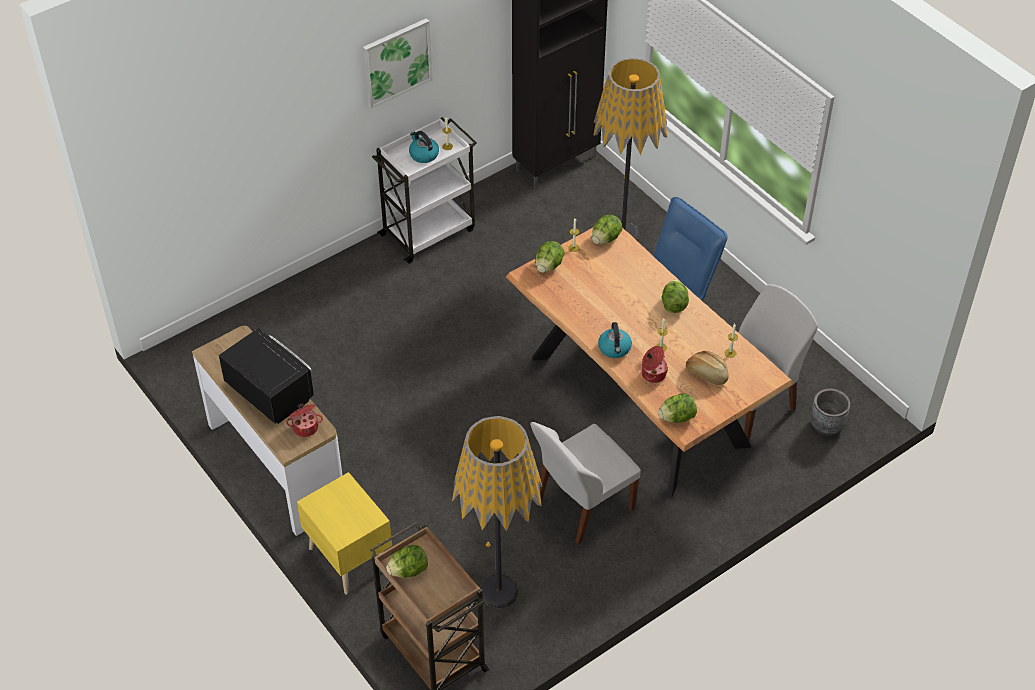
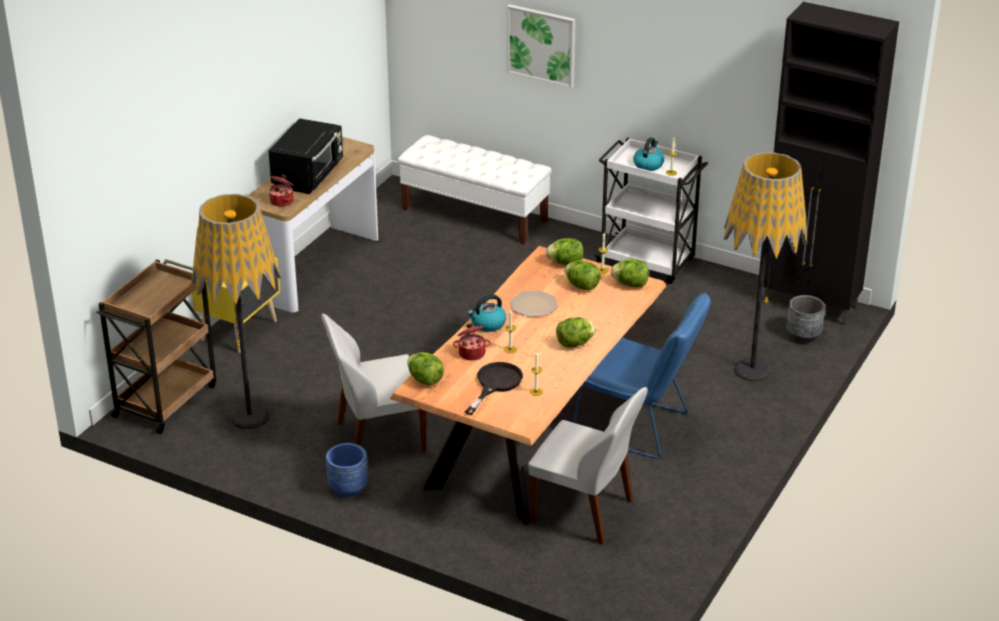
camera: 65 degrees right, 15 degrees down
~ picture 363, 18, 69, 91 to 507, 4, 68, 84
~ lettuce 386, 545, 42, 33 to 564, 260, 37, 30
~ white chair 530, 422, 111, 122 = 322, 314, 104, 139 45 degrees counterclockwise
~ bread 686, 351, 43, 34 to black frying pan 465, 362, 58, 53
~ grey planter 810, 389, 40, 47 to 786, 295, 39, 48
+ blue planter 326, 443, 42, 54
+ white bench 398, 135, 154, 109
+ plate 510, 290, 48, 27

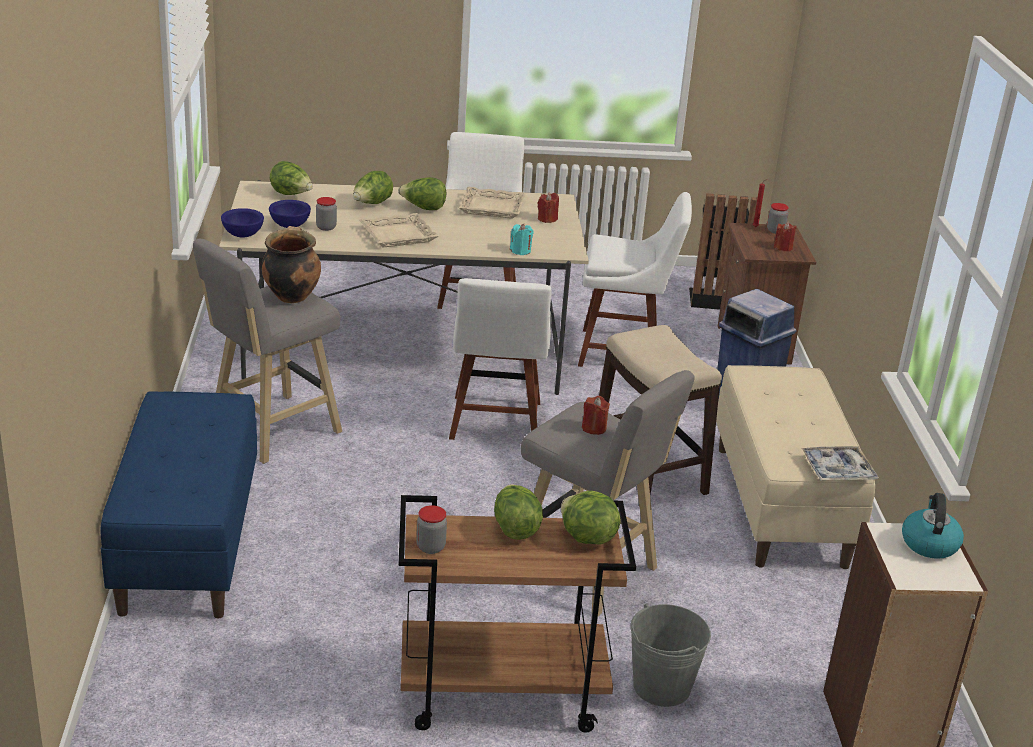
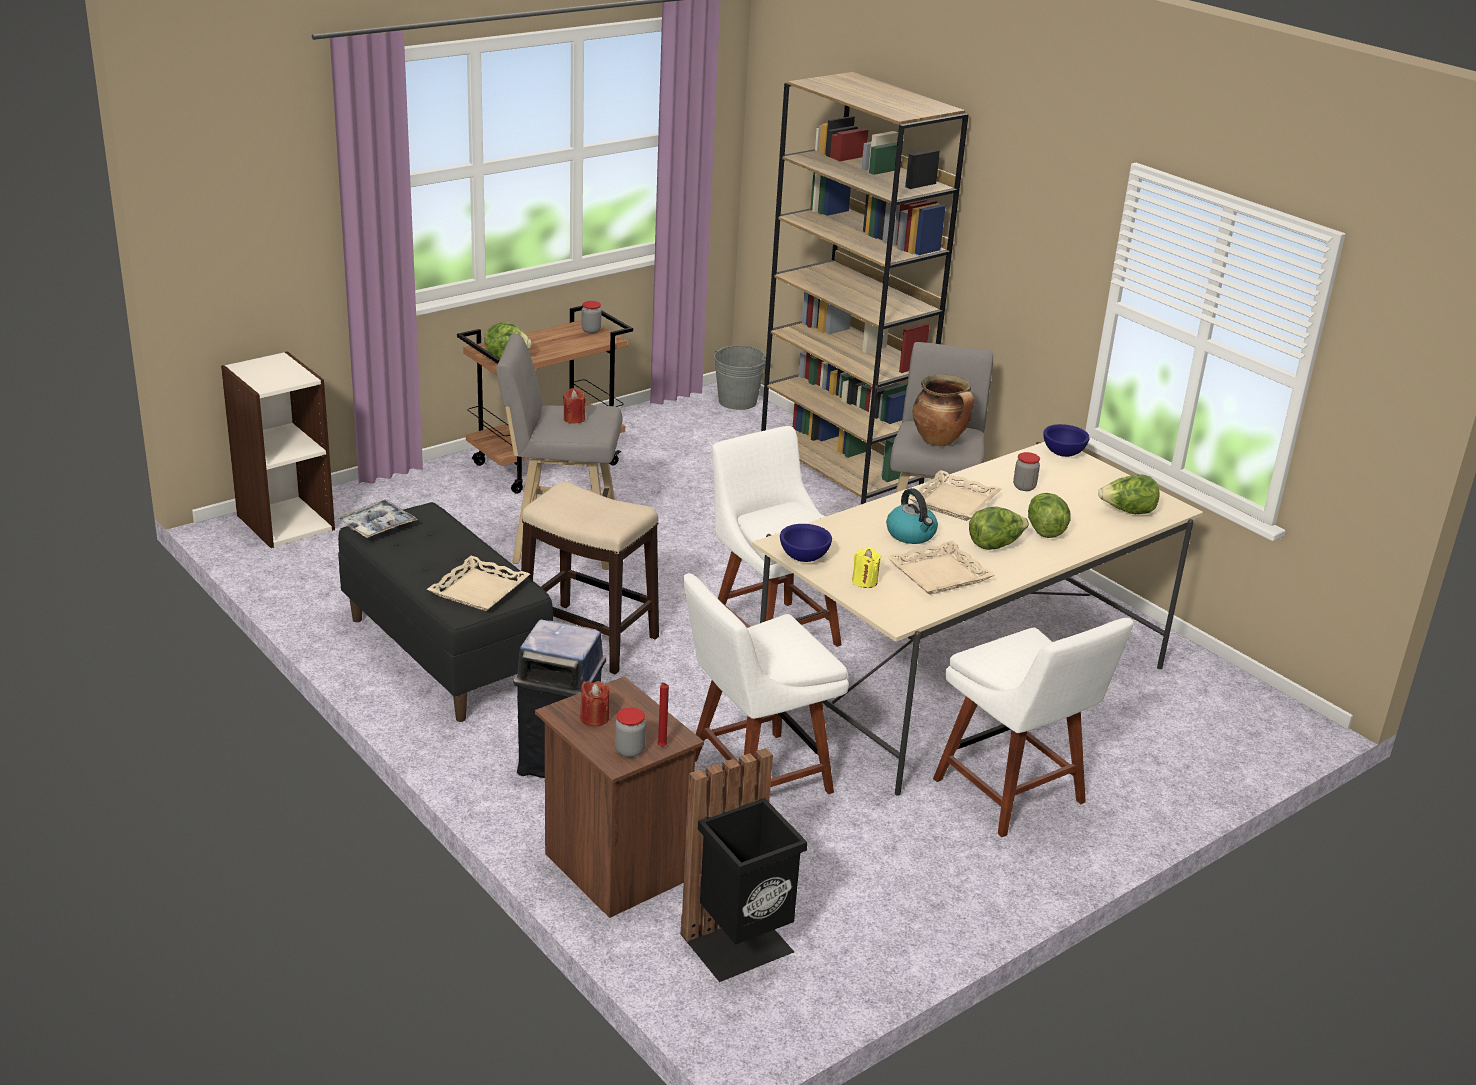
camera: 145 degrees right, 0 degrees up
~ blue bench 100, 391, 157, 227 to brown bookcase 761, 72, 208, 432
~ blue bowl 269, 200, 42, 28 to 780, 524, 52, 38
- lettuce 494, 484, 49, 56
- turquoise candle 510, 224, 23, 31
~ red candle 537, 192, 22, 31 to yellow candle 852, 547, 29, 41
~ grey bucket 630, 603, 81, 104 to 714, 345, 52, 65
~ beige bench 716, 365, 159, 204 to black bench 338, 502, 215, 220
~ kettle 902, 493, 62, 66 to 886, 488, 52, 56
+ beige tray 427, 556, 103, 55

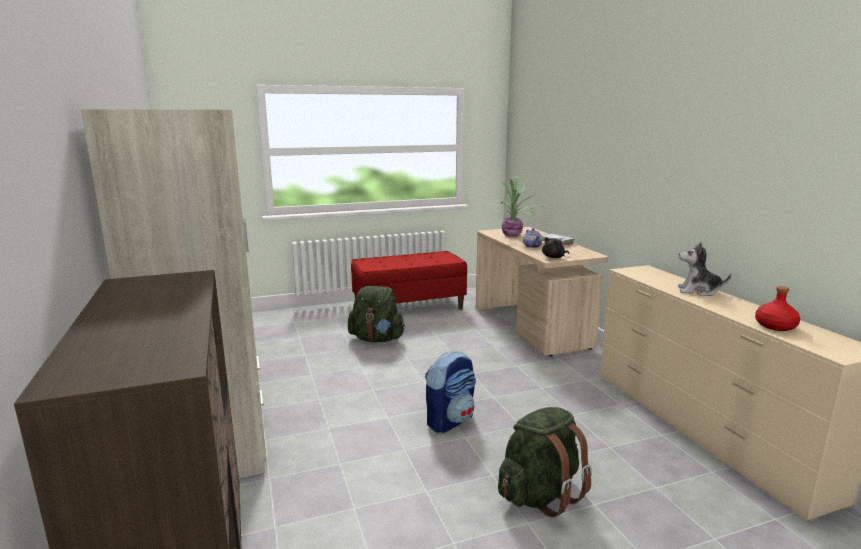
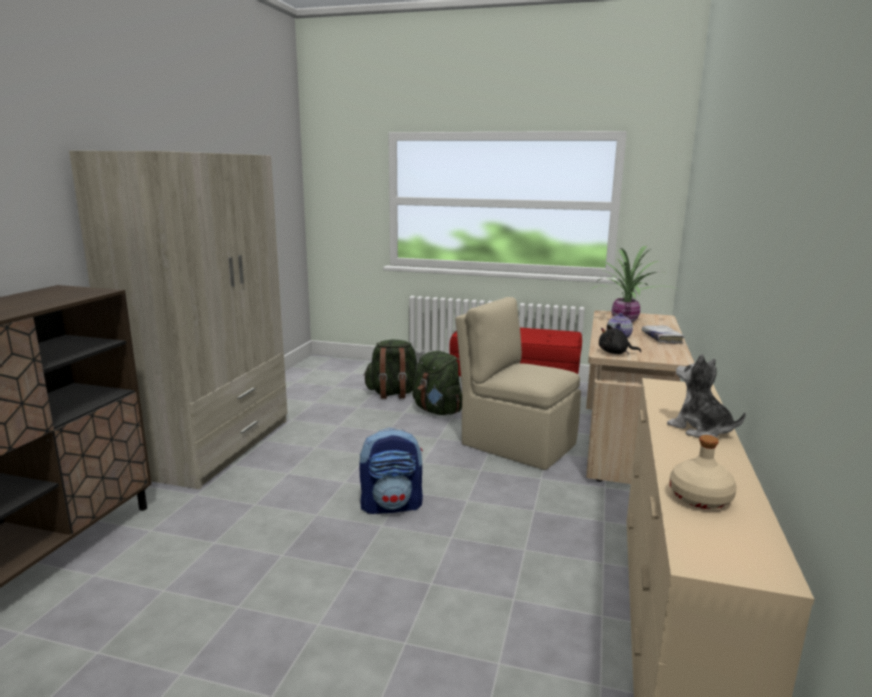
camera: 35 degrees right, 0 degrees up
~ green backpack 498, 407, 94, 111 to 363, 340, 56, 59
~ red bottle 755, 286, 45, 45 to beige bottle 669, 435, 68, 74
+ beige chair 455, 297, 126, 173

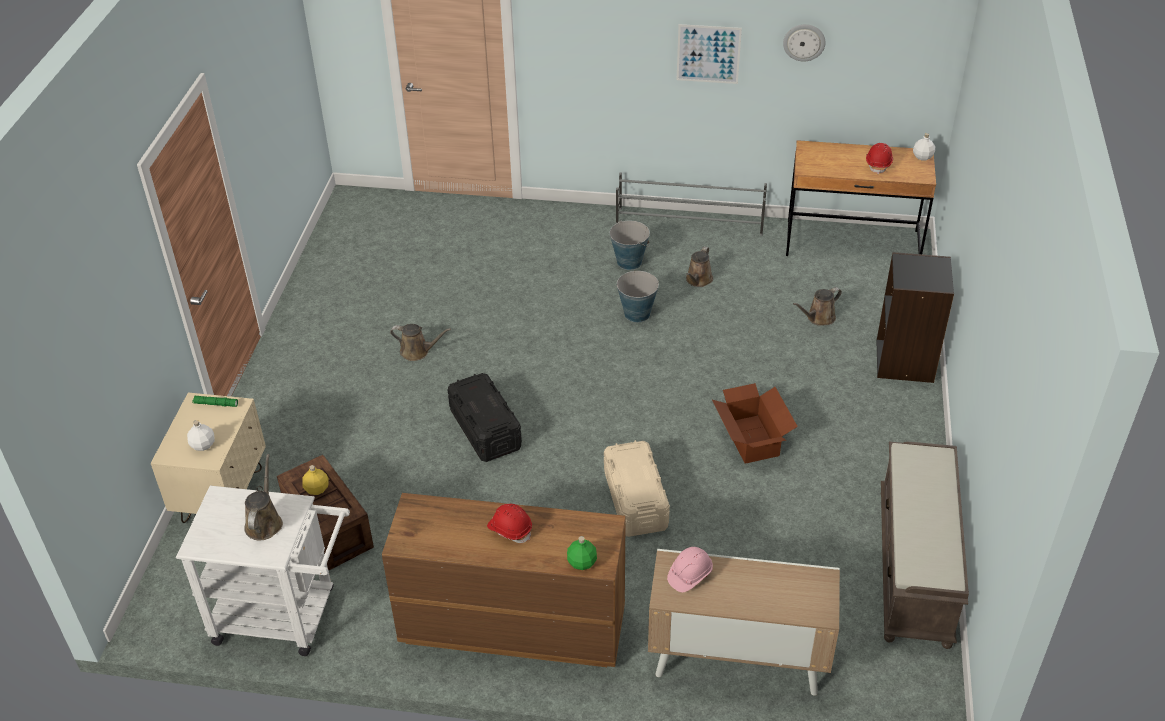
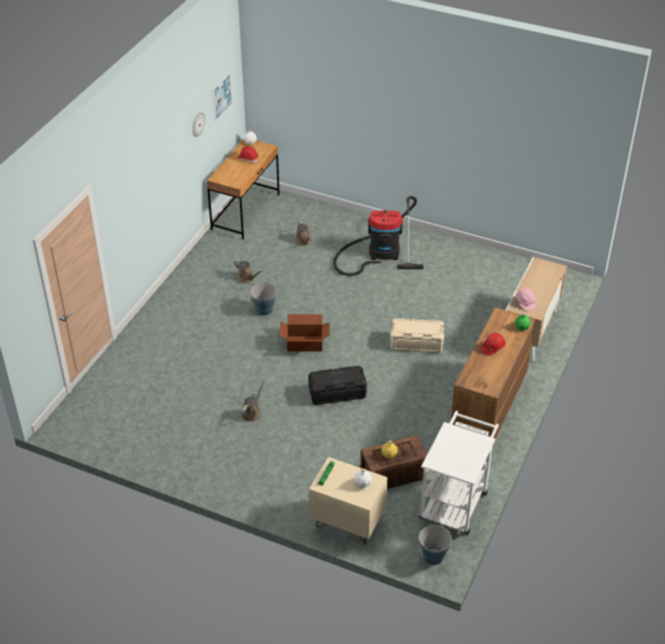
camera: 75 degrees left, 0 degrees up
- brown watering can 244, 454, 39, 87
~ bucket 610, 221, 40, 49 to 419, 525, 33, 40
- grey shoe rack 616, 173, 151, 63
~ picture 677, 24, 65, 60 to 212, 71, 21, 51
~ cardboard box 712, 383, 86, 81 to 279, 314, 51, 37
- black bookcase 877, 252, 77, 131
- brown bench 881, 442, 88, 207
+ vacuum cleaner 333, 196, 91, 80

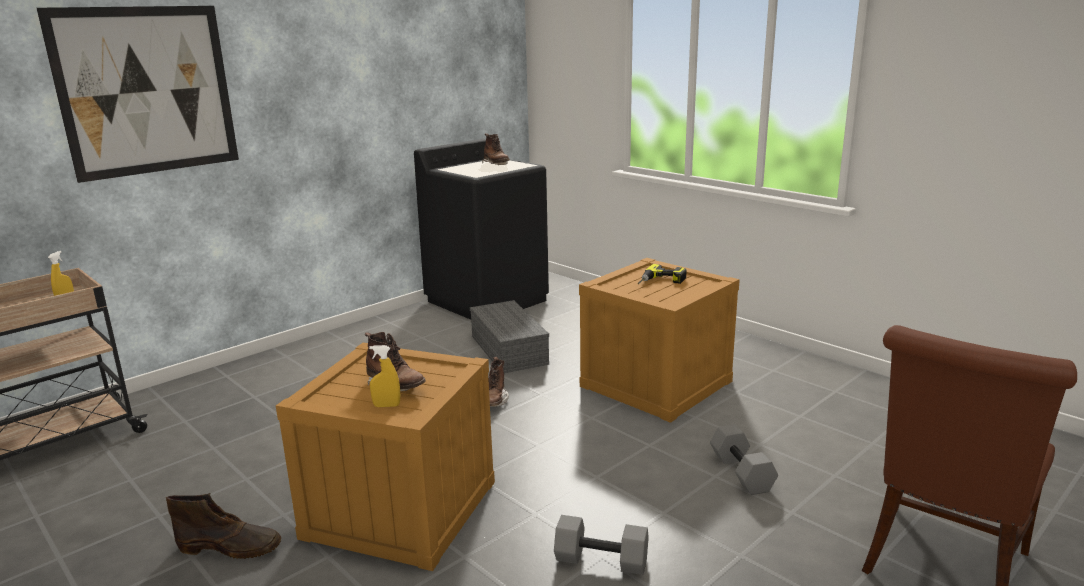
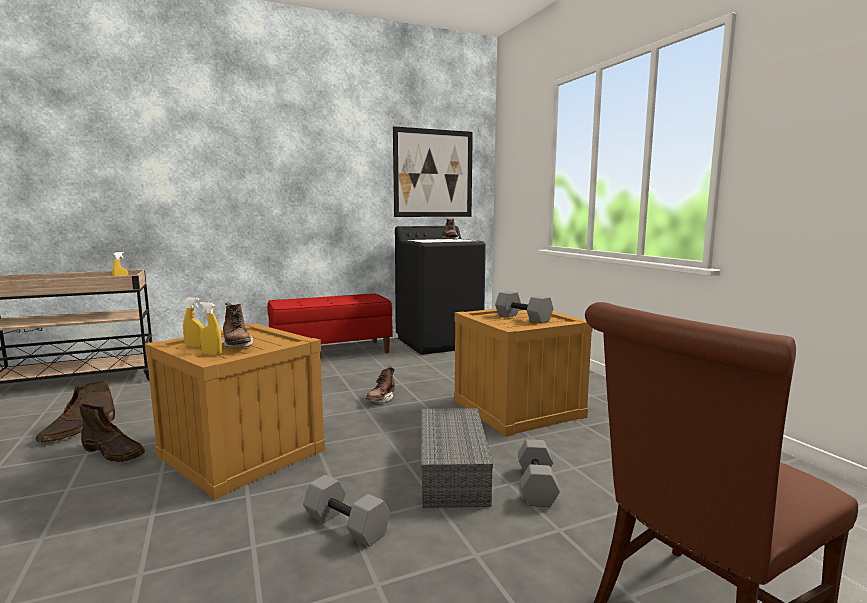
camera: 20 degrees right, 10 degrees down
~ picture 37, 6, 202, 177 to 393, 126, 80, 91
~ grey storage box 470, 300, 79, 73 to 421, 408, 72, 100
~ power drill 637, 264, 49, 20 to grey dumbbell 495, 291, 58, 32
+ brown boot 36, 380, 79, 62
+ yellow spray bottle 183, 297, 21, 50
+ red bench 267, 293, 125, 60

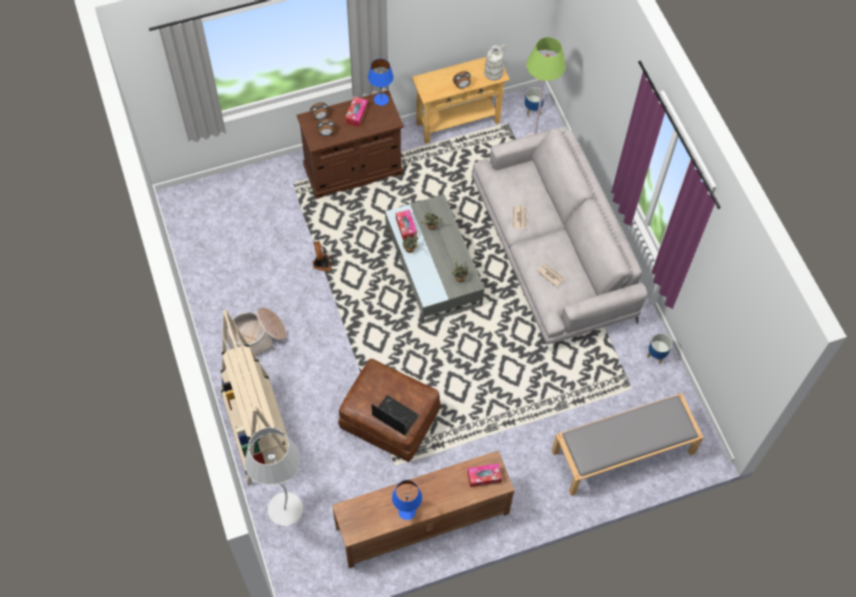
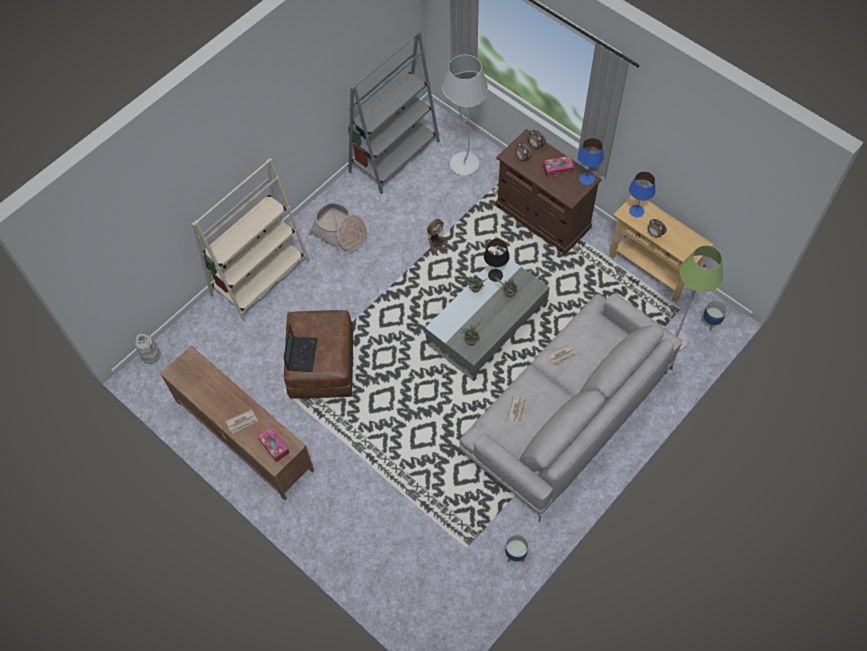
camera: 65 degrees right, 0 degrees up
~ white floor lamp 245, 427, 58, 99 to 442, 54, 46, 122
~ blue table lamp 392, 480, 30, 40 to 629, 172, 27, 45
~ tissue box 396, 210, 21, 30 to black table lamp 484, 239, 26, 43
~ white vase 484, 45, 22, 36 to 135, 334, 26, 30
- grey bench 552, 393, 152, 103
+ newspaper 226, 409, 32, 25
+ grey bookcase 348, 31, 92, 163

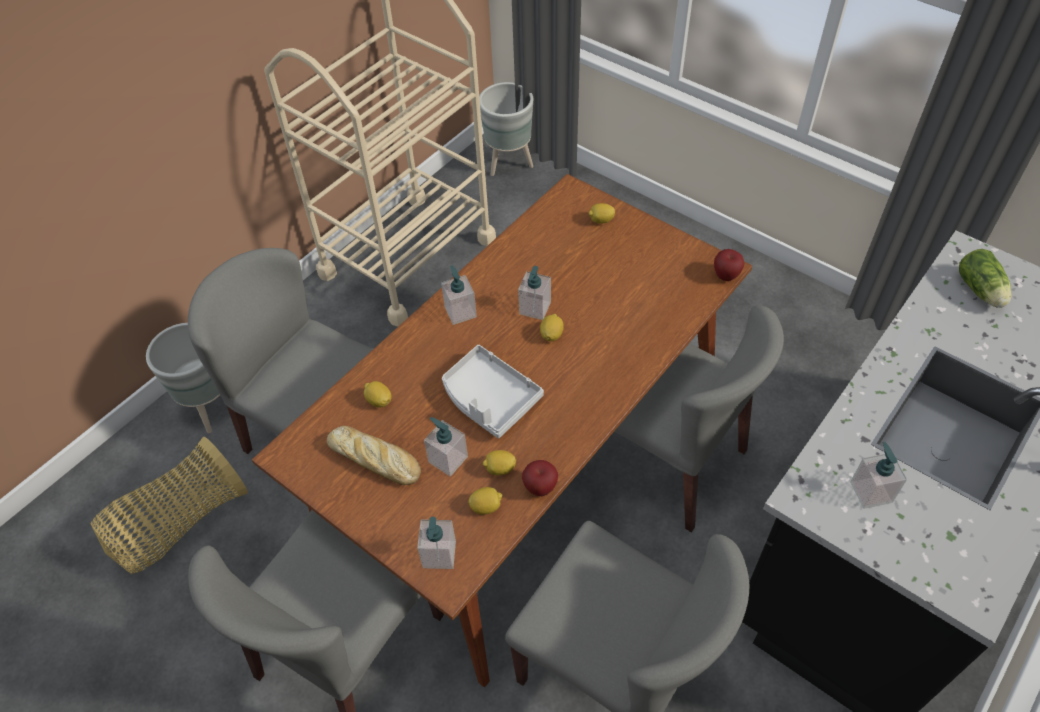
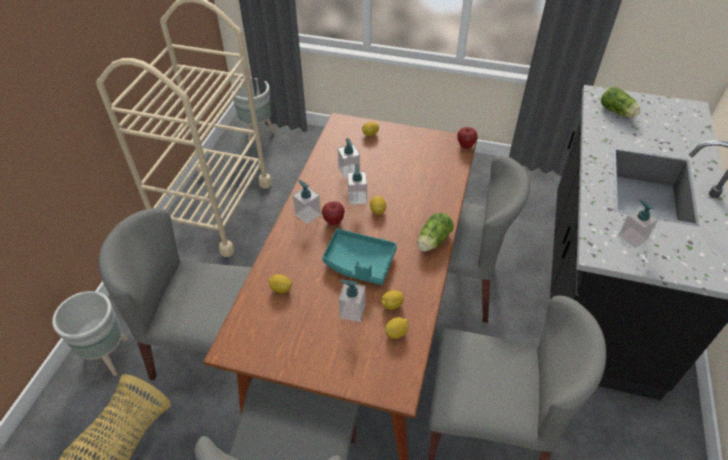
camera: 25 degrees left, 5 degrees down
- bread 327, 426, 94, 59
~ soap dispenser 417, 517, 39, 52 to 338, 138, 22, 40
~ grey tray 442, 345, 102, 93 to turquoise tray 322, 229, 75, 56
~ apple 522, 460, 36, 36 to 322, 202, 23, 23
+ lettuce 417, 212, 37, 40

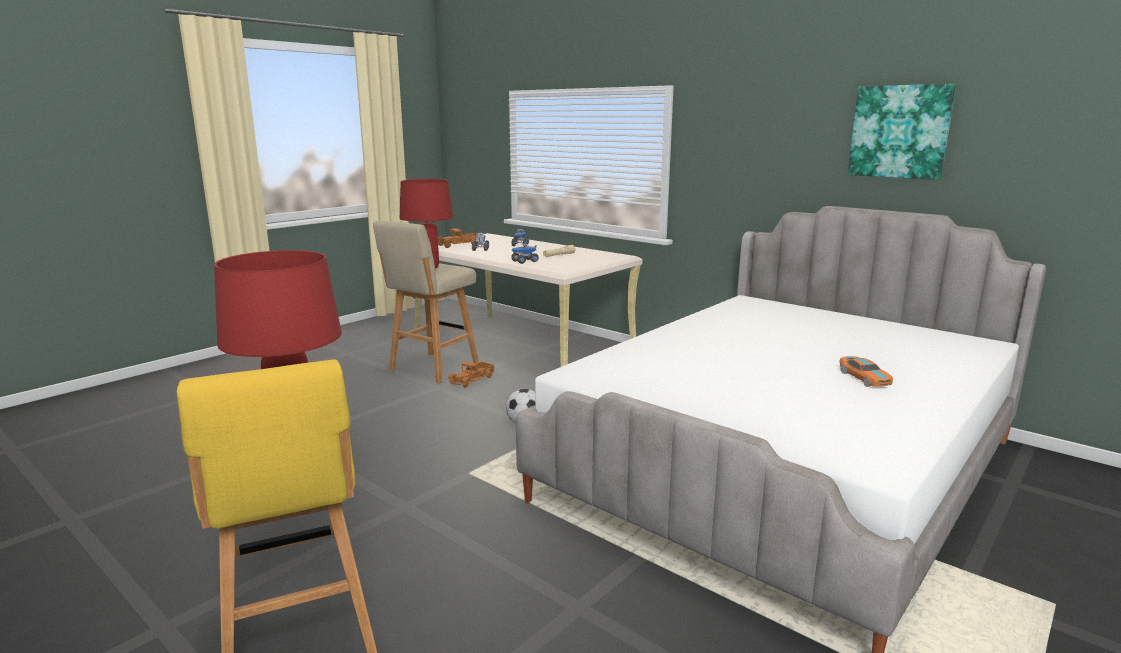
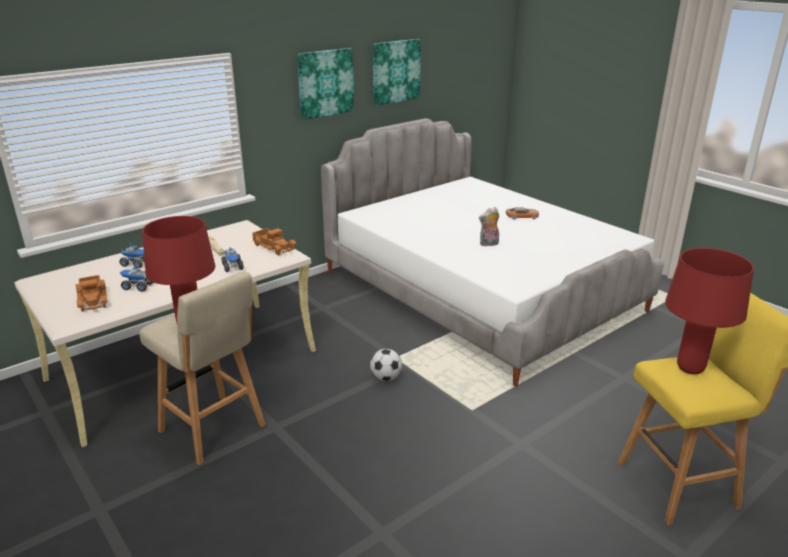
camera: 80 degrees left, 10 degrees up
~ toy truck 448, 361, 46, 27 to 252, 228, 44, 27
+ picture 297, 48, 57, 72
+ plush toy 479, 207, 20, 40

